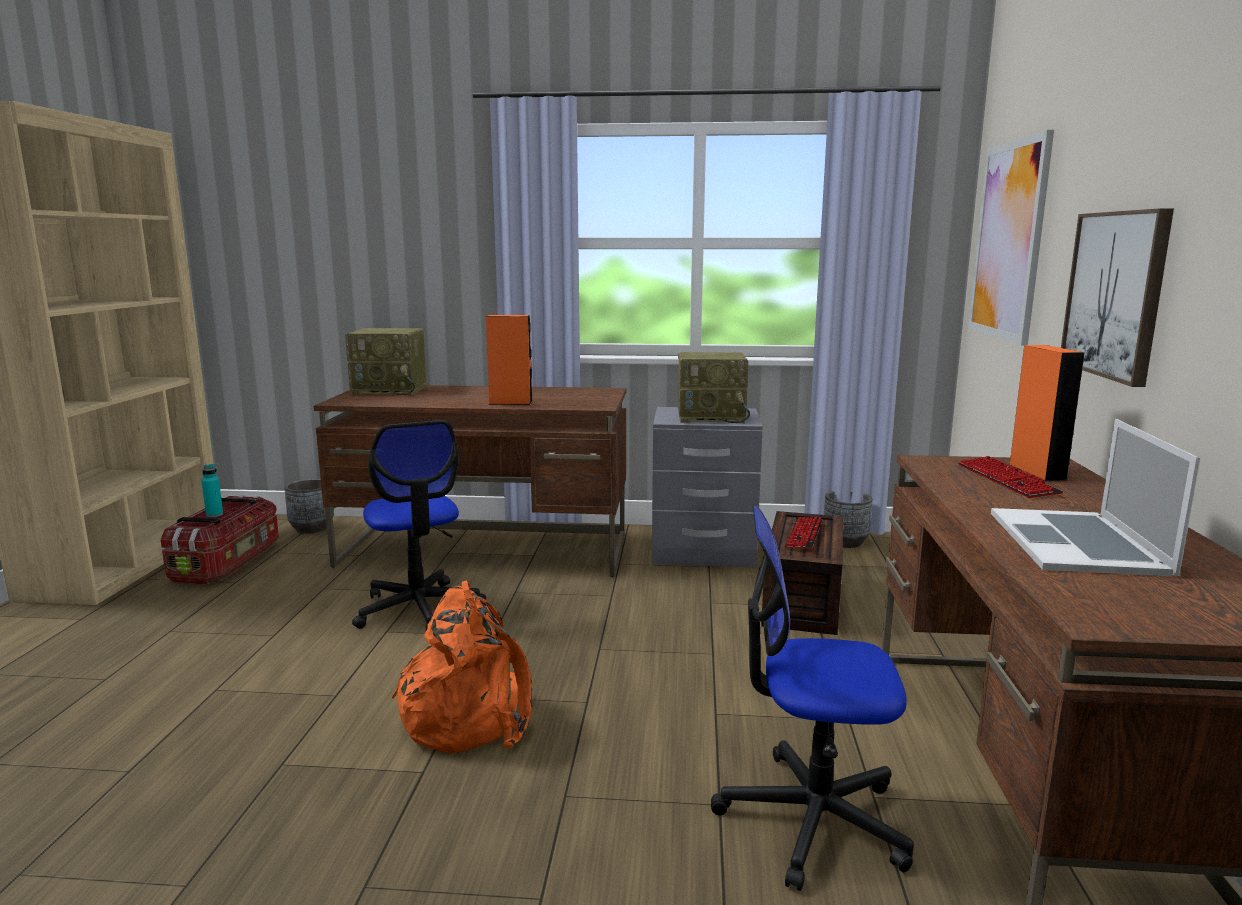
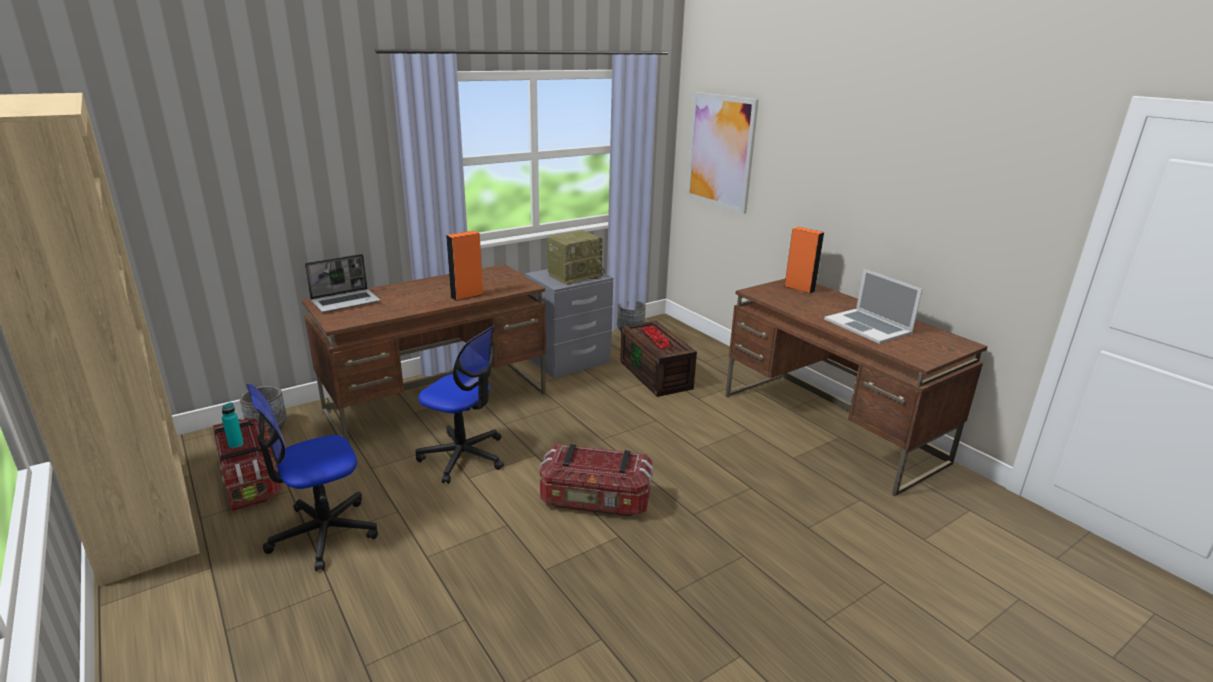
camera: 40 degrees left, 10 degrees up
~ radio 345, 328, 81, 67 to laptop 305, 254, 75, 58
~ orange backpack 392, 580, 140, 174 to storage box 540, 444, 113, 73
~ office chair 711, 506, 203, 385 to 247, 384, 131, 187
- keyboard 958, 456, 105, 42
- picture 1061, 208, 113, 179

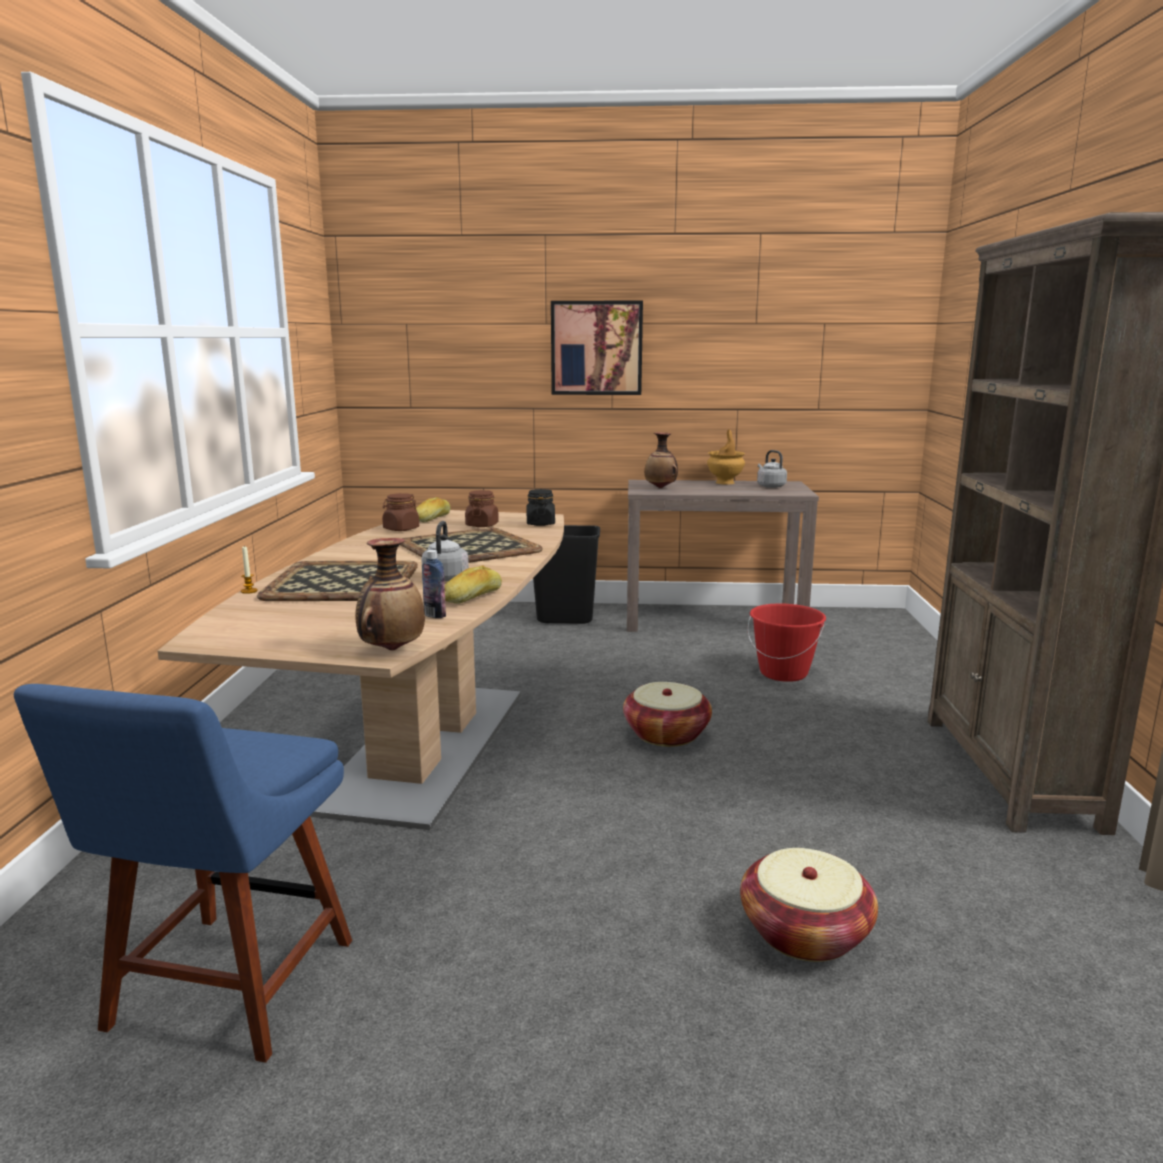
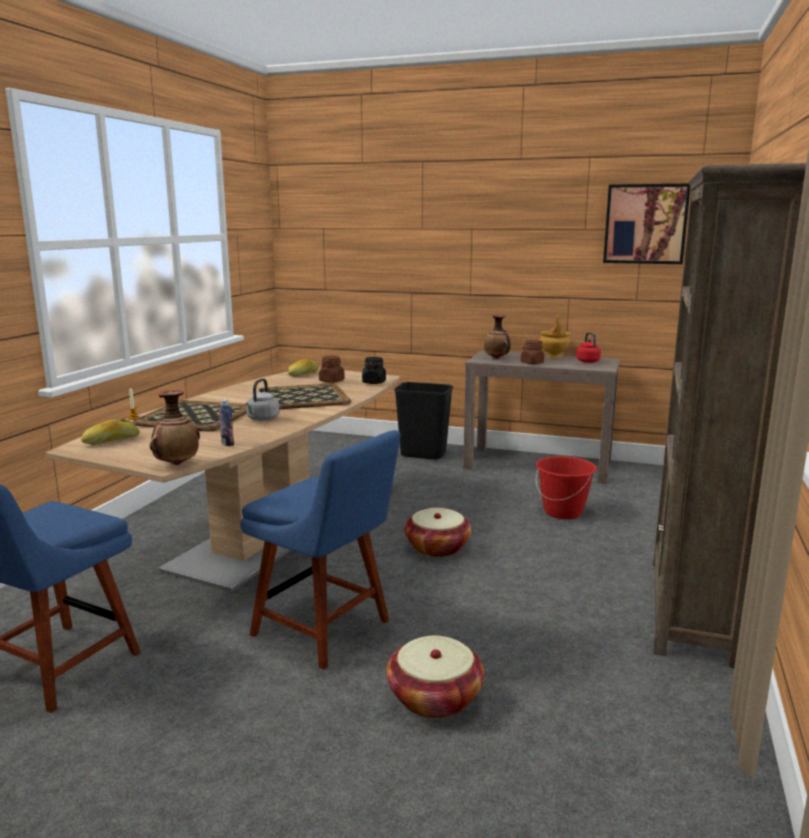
camera: 15 degrees right, 0 degrees up
~ brown jar 382, 493, 37, 38 to 521, 340, 23, 24
~ bread 445, 565, 57, 39 to 81, 418, 59, 27
~ picture 551, 301, 92, 94 to 603, 184, 87, 80
~ grey kettle 757, 450, 30, 38 to red kettle 576, 332, 25, 31
+ blue chair 240, 430, 161, 240

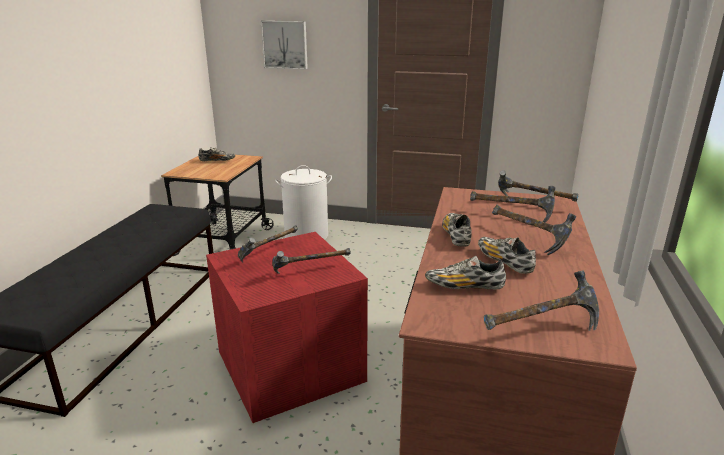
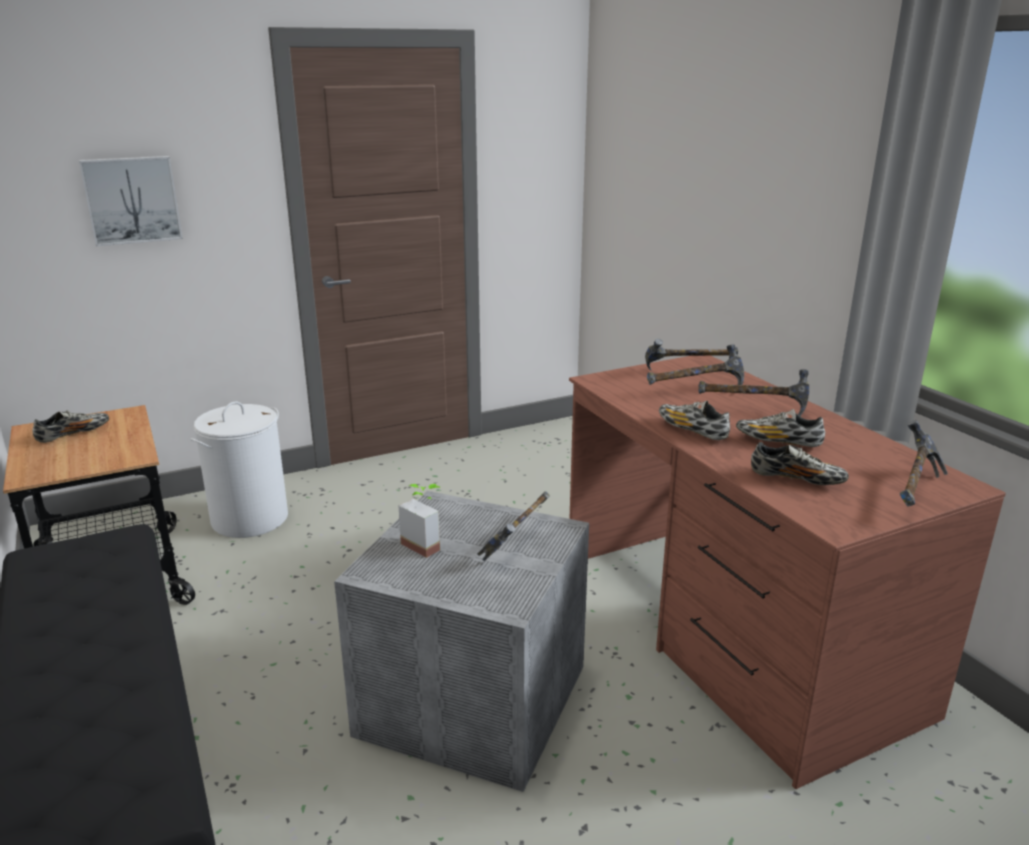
camera: 40 degrees left, 0 degrees up
~ red storage box 206, 232, 162, 191 to grey storage box 334, 491, 255, 301
~ hammer 238, 225, 60, 37 to potted plant 399, 484, 42, 74
~ shoe 425, 256, 81, 34 = 751, 442, 98, 43 120 degrees counterclockwise

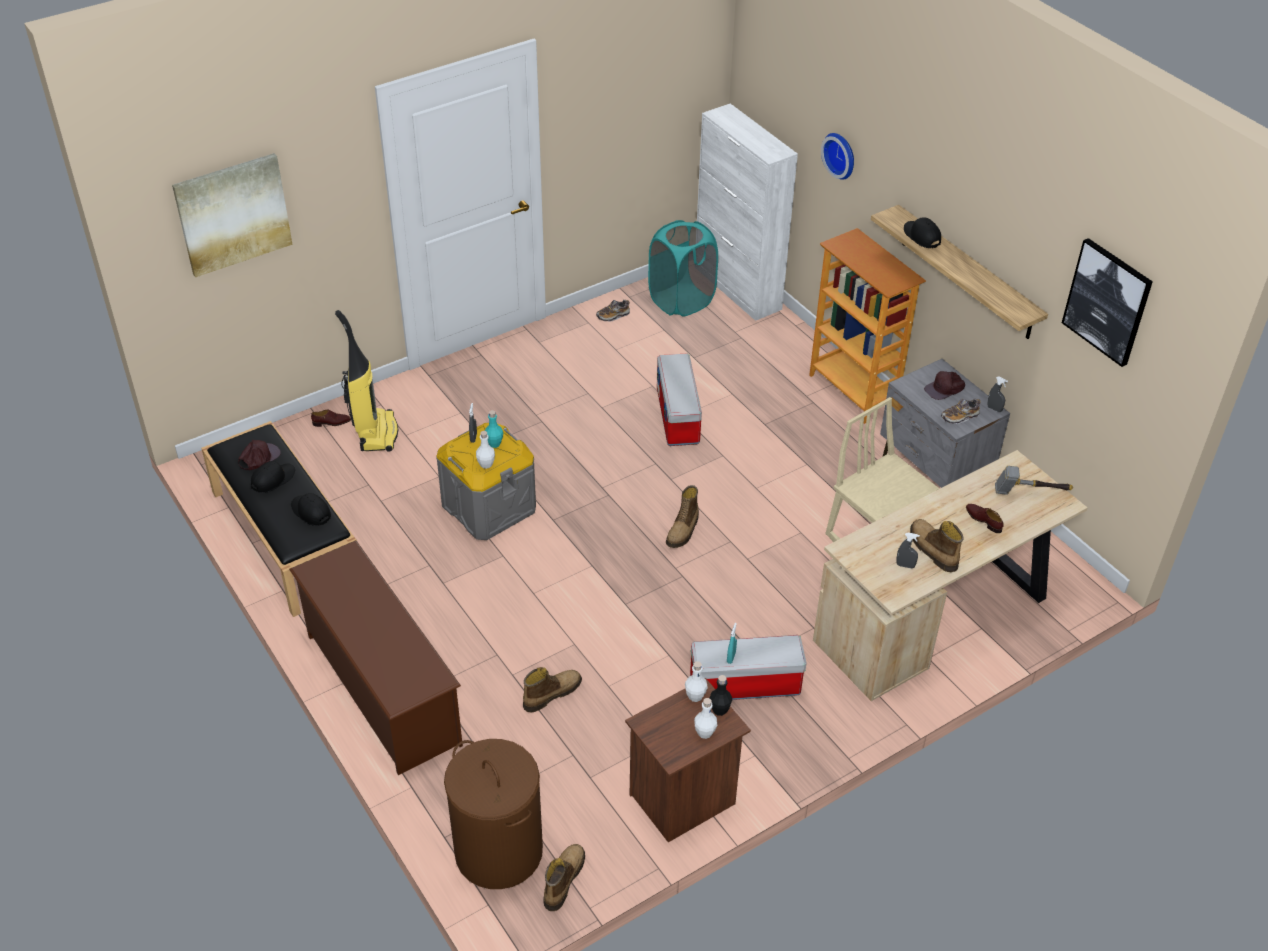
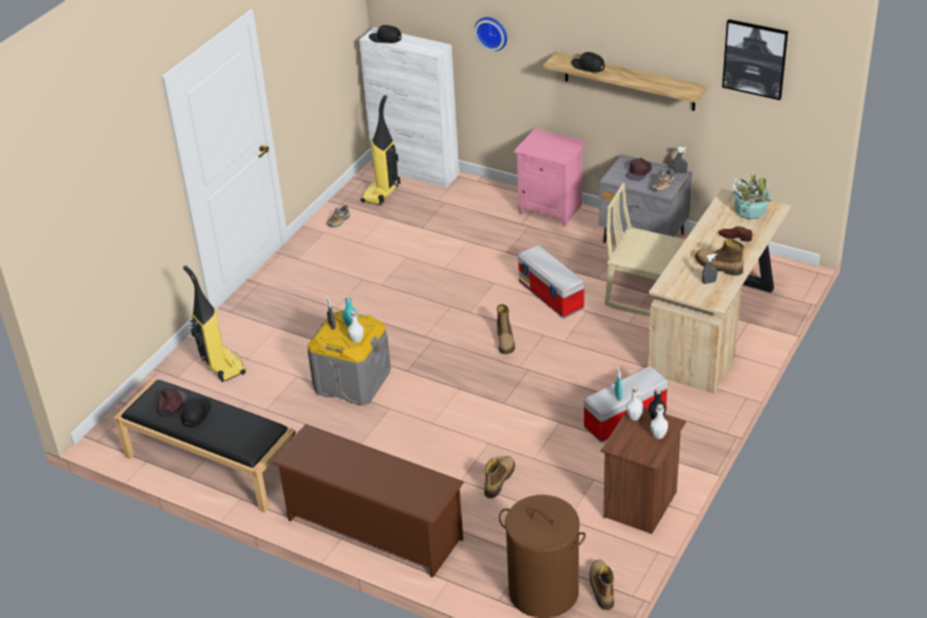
camera: 25 degrees left, 5 degrees down
- picture 172, 153, 121, 124
~ black cap 291, 493, 40, 33 to 369, 25, 33, 18
- brown shoe 311, 409, 40, 18
~ turquoise laundry basket 648, 220, 70, 97 to vacuum cleaner 361, 95, 39, 110
~ storage box 657, 353, 45, 93 to 518, 245, 66, 73
~ bookcase 809, 228, 117, 196 to pink nightstand 514, 128, 73, 99
~ hammer 995, 466, 78, 29 to potted plant 732, 172, 42, 47

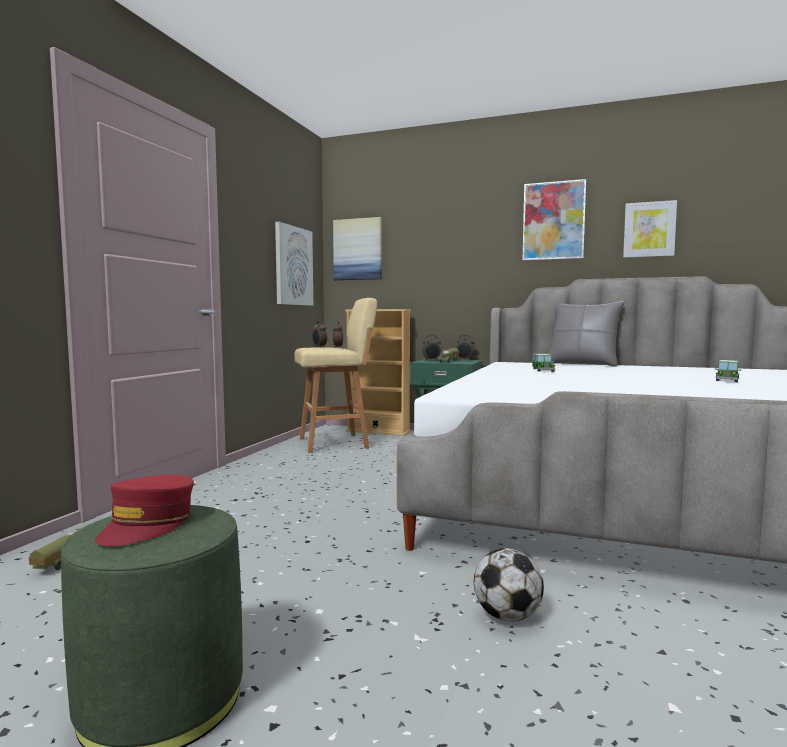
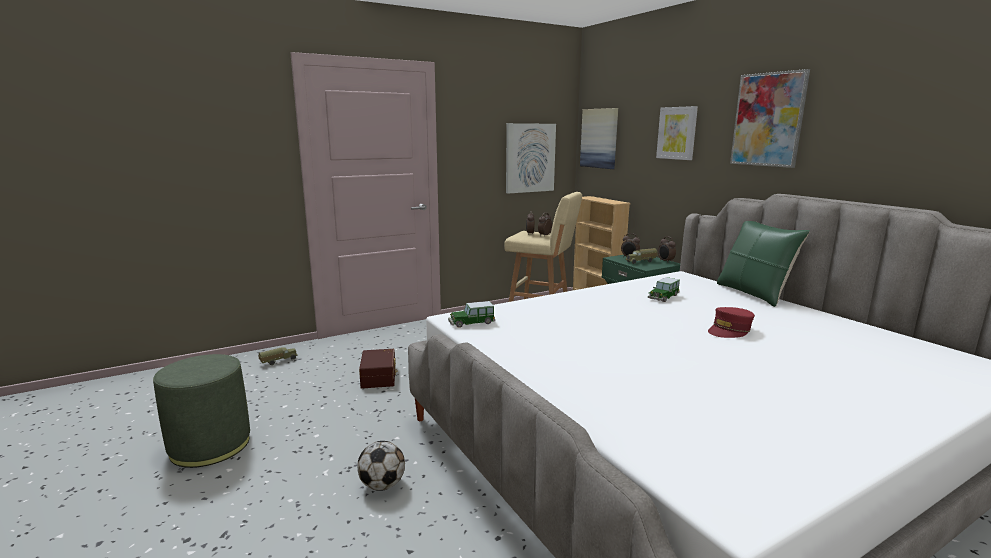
camera: 40 degrees right, 10 degrees up
~ red cap 95, 474, 99, 72 to 708, 307, 47, 31
~ grey pillow 548, 301, 77, 66 to green pillow 717, 221, 93, 86
~ picture 623, 200, 54, 58 to 656, 106, 42, 54
~ toy car 715, 360, 26, 22 to 448, 301, 47, 27
+ brown storage box 359, 349, 39, 40

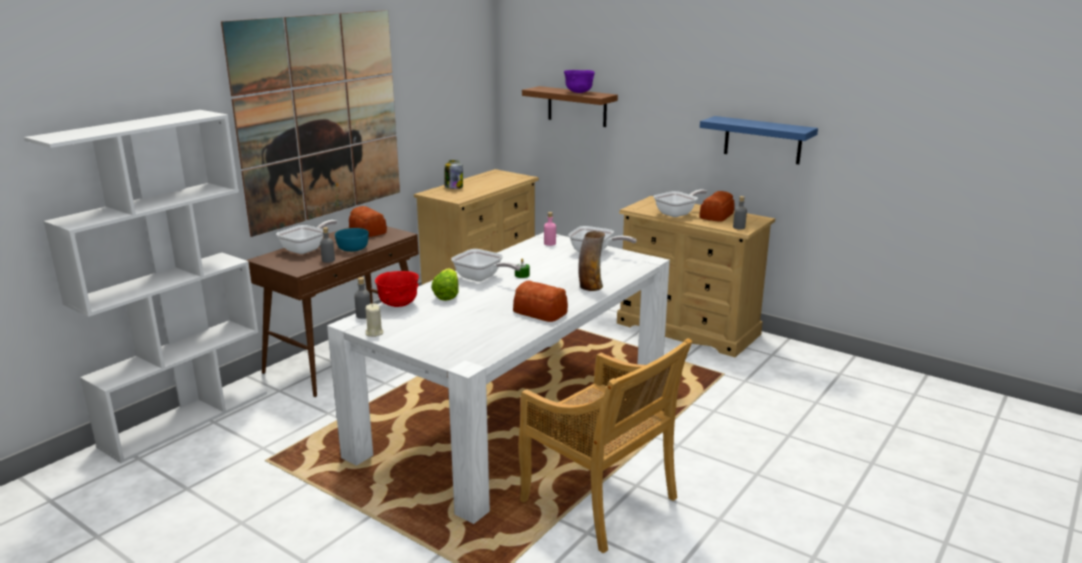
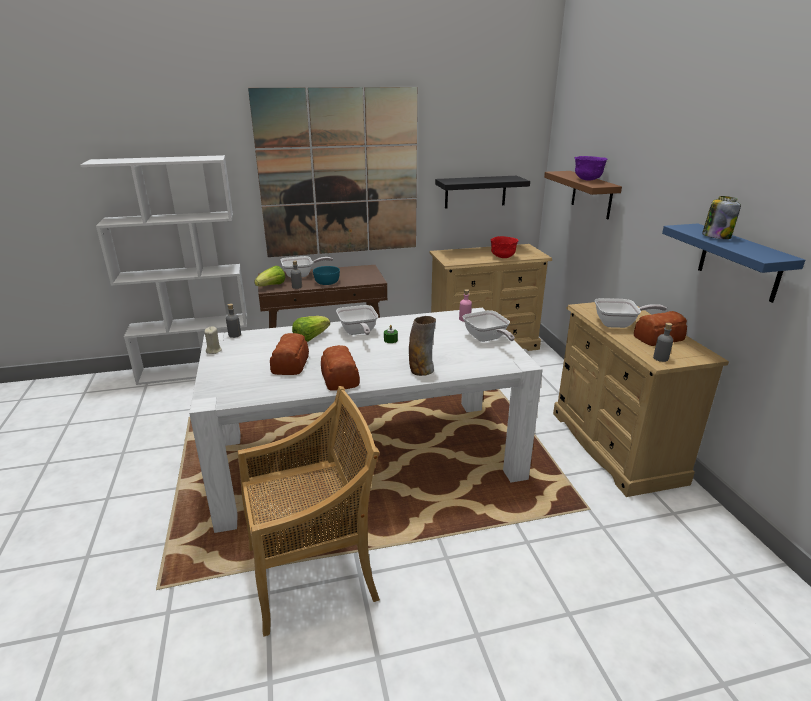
camera: 40 degrees right, 5 degrees up
~ bread 349, 206, 38, 31 to 270, 333, 39, 42
~ red bowl 375, 271, 44, 36 to 491, 236, 28, 22
~ jar 445, 160, 18, 29 to 702, 196, 39, 43
~ beige chair 518, 338, 174, 215 = 238, 386, 142, 251 105 degrees counterclockwise
+ lettuce 254, 266, 31, 20
+ black shelf 435, 176, 95, 33

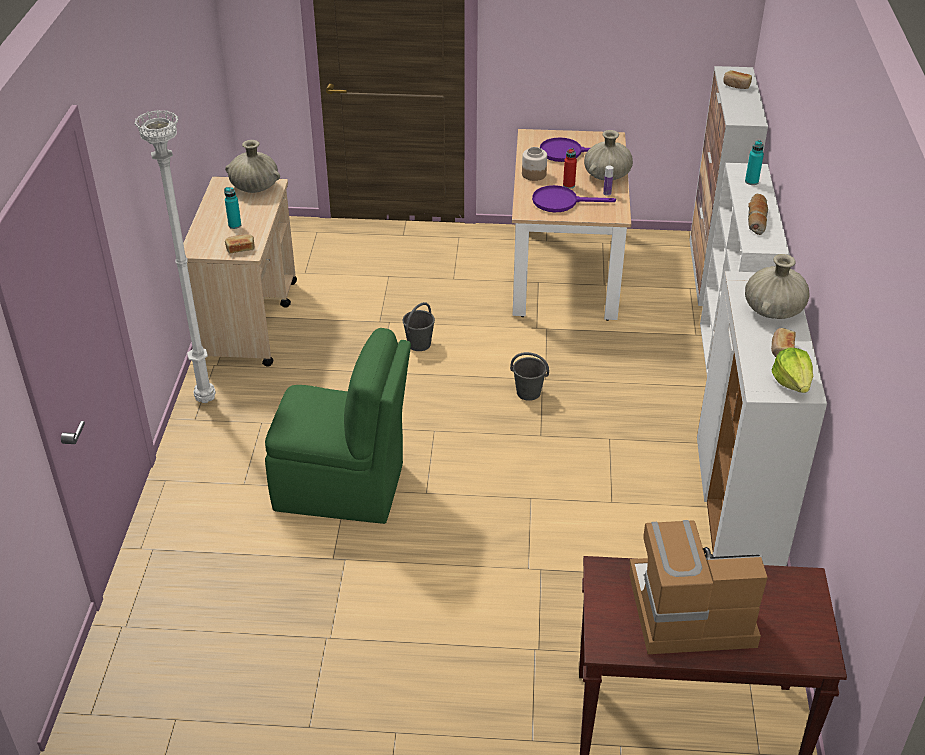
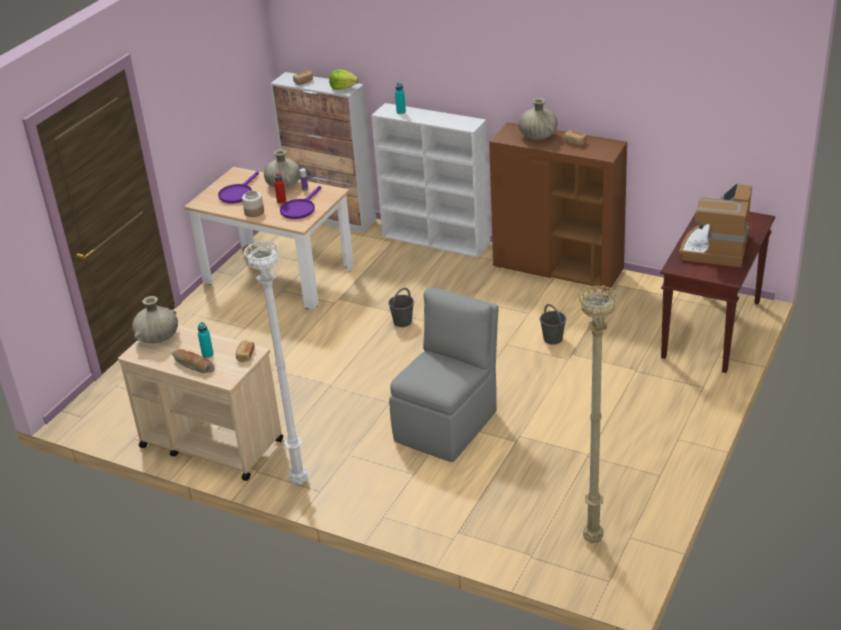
camera: 65 degrees left, 5 degrees down
~ green chair 265, 328, 146, 196 to grey chair 389, 287, 109, 175
~ grey bucket 403, 302, 32, 49 to 540, 304, 26, 41
~ white cabinet 697, 271, 130, 295 to brown cabinet 489, 122, 138, 169
~ bread 748, 194, 20, 41 to 172, 349, 43, 24
~ lettuce 771, 348, 42, 45 to 329, 69, 30, 21
+ beige floor lamp 578, 285, 41, 258

